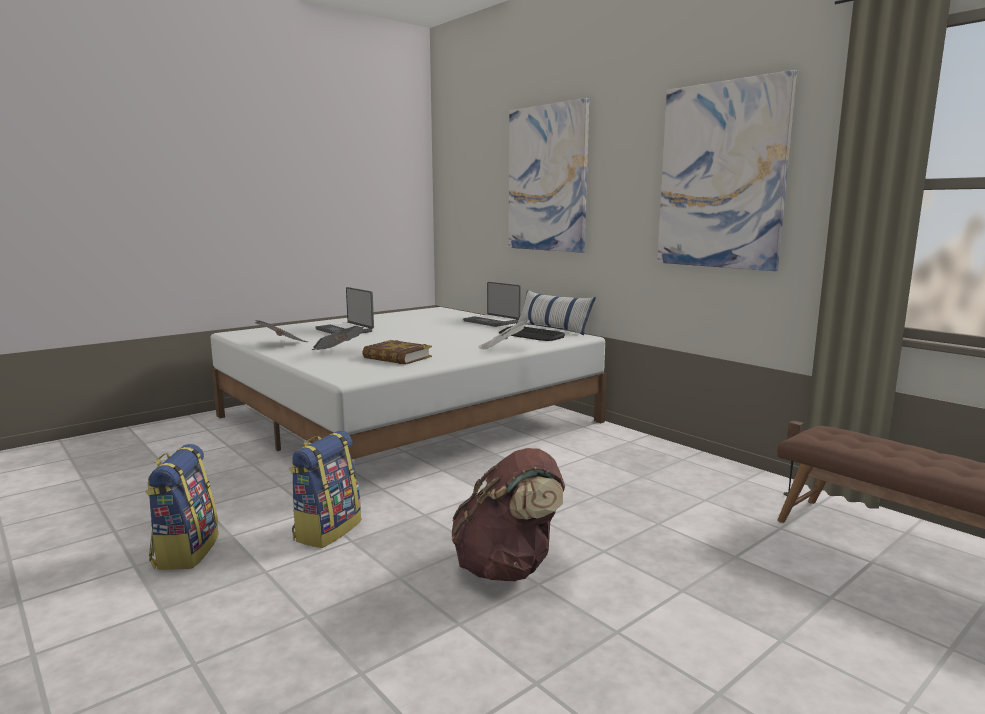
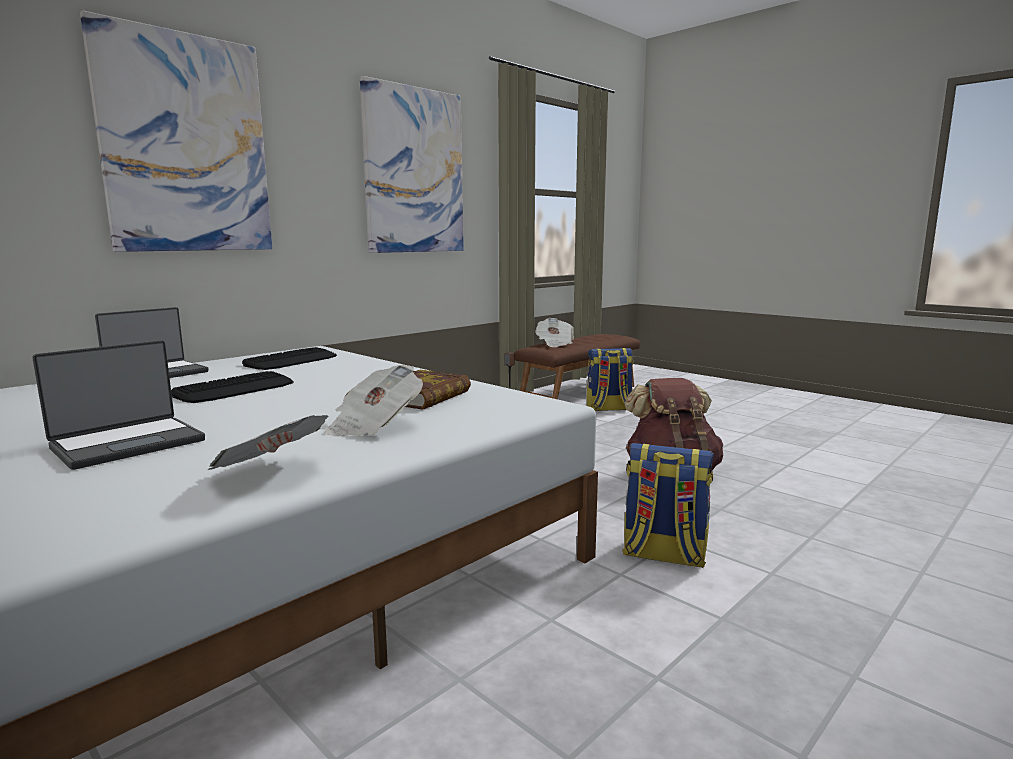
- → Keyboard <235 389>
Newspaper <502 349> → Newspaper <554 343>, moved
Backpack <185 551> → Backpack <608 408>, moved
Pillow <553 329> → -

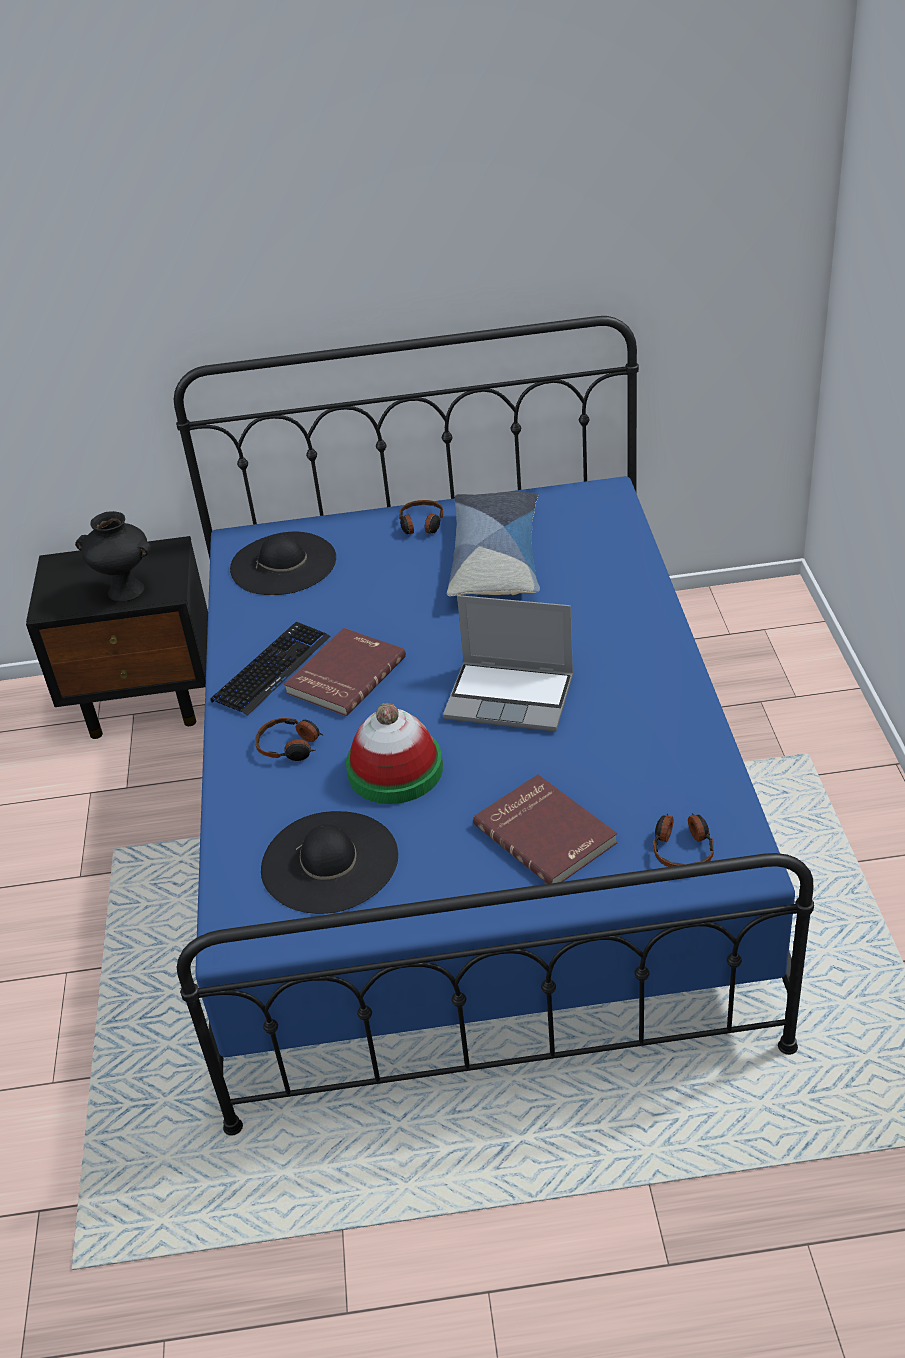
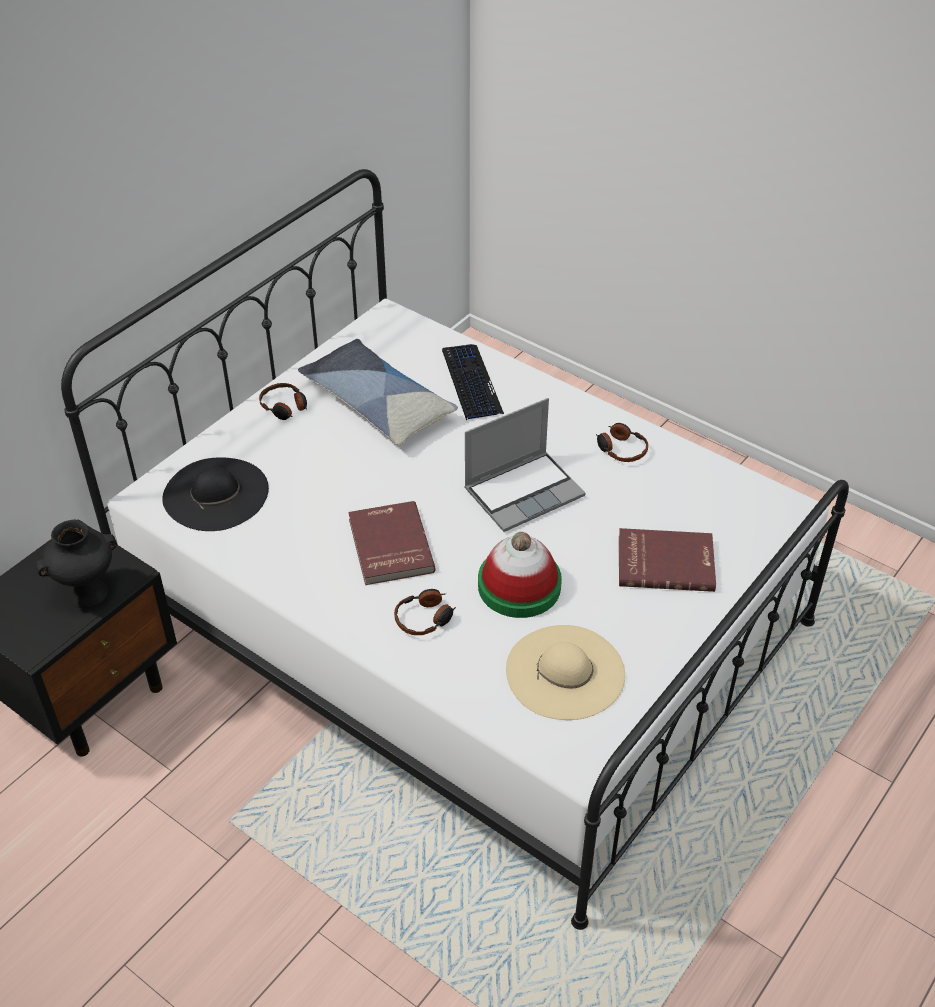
BlueBed <467 822> → WhiteBed <467 619>
Keyboard <272 669> → Keyboard <471 382>, moved
BlackHat <330 862> → BeigeHat <565 672>
Headphones <682 848> → Headphones <621 449>, moved

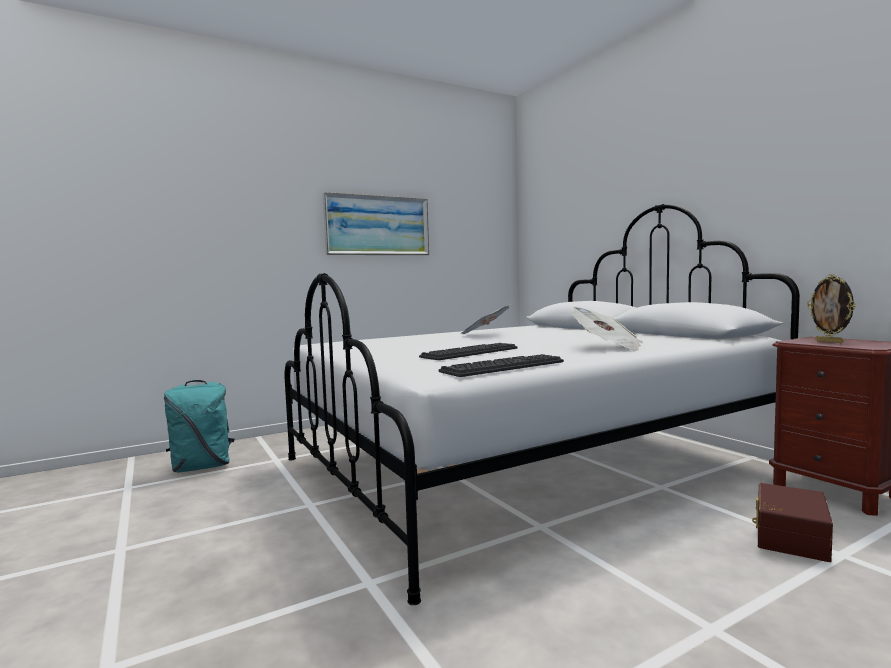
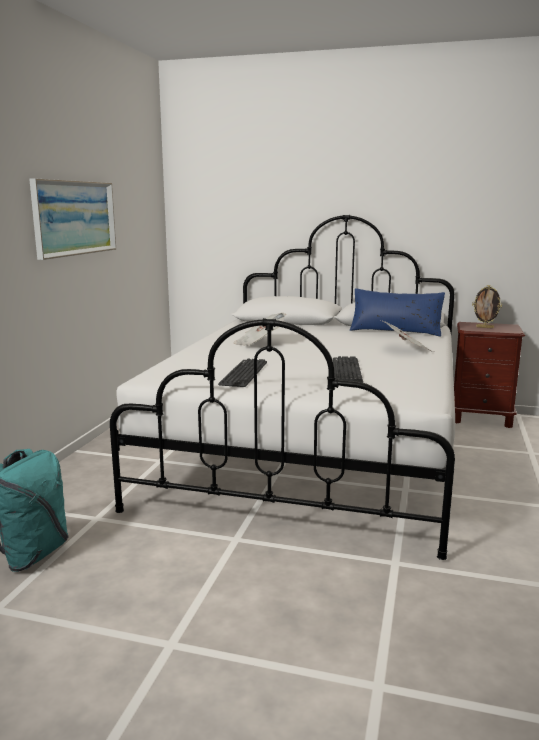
Keyboard <503 367> → Keyboard <244 373>, moved
- → BluePillow <395 331>
BrownStorageBox <788 536> → -

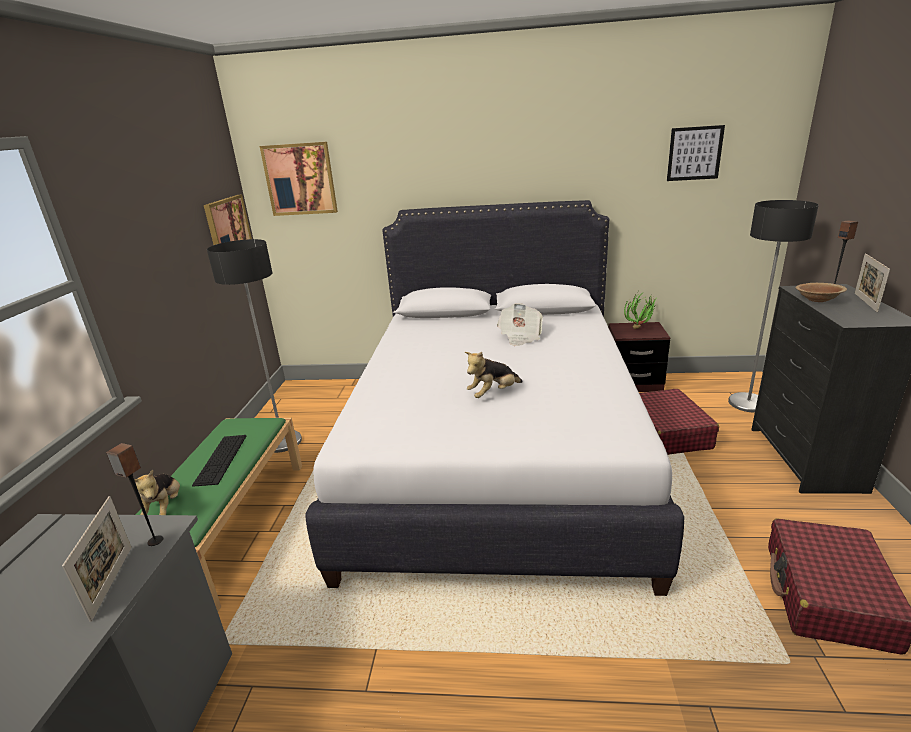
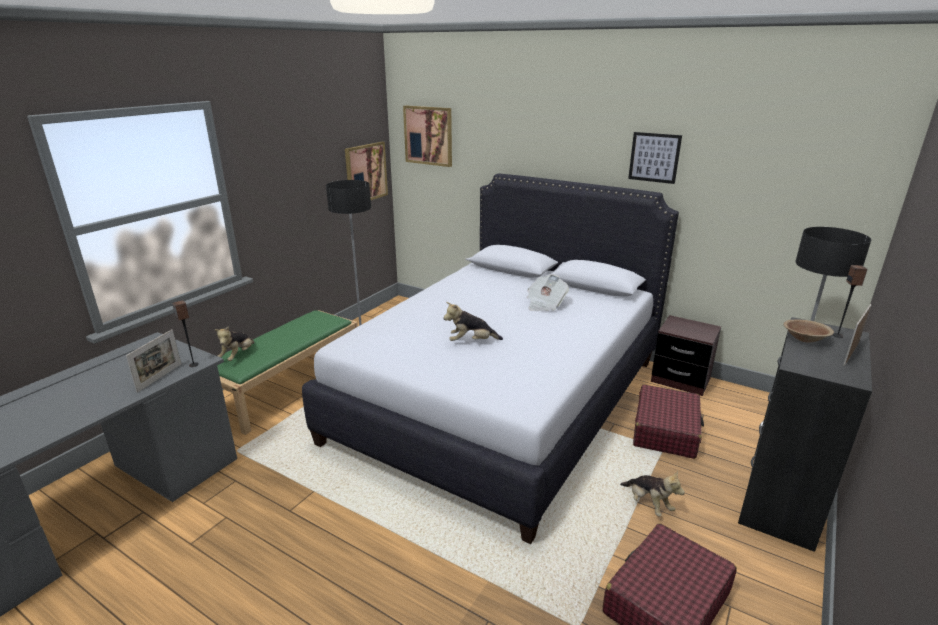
- → PlushToy <648 504>
Picture <694 153> → Picture <654 157>, moved
Keyboard <221 459> → -
PottedPlant <640 329> → -

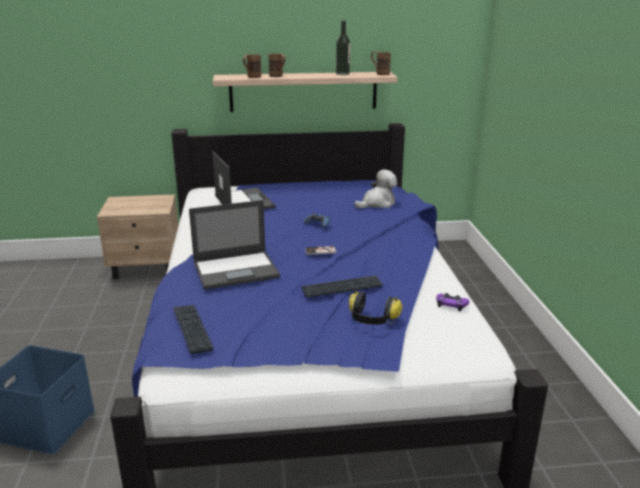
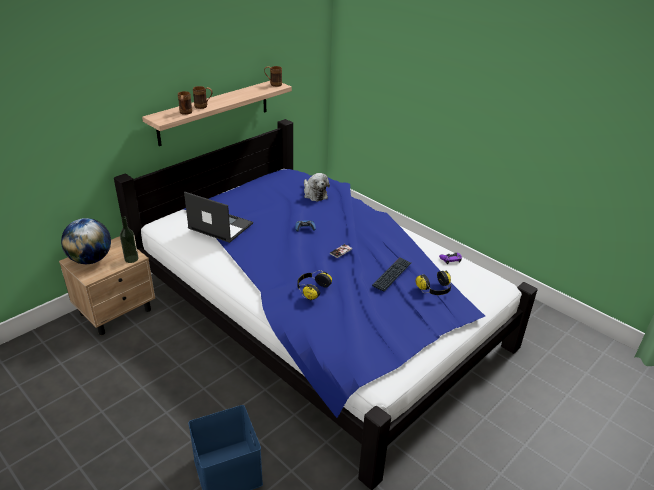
- → Globe <91 260>
Bottle <342 74> → Bottle <131 259>, moved
Laptop <237 270> → Headphones <312 290>
PlushToy <377 203> → PlushToy <314 194>, 135 degrees clockwise
Keyboard <192 329> → -

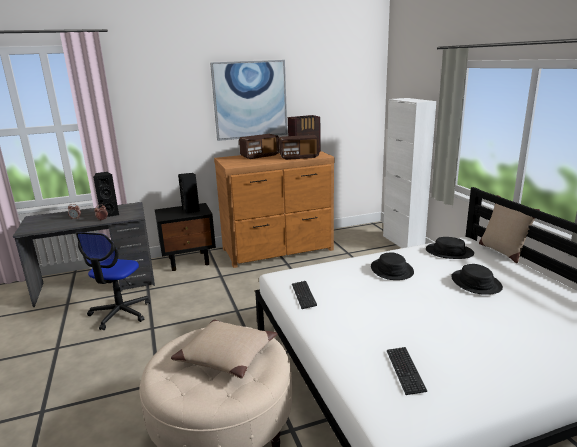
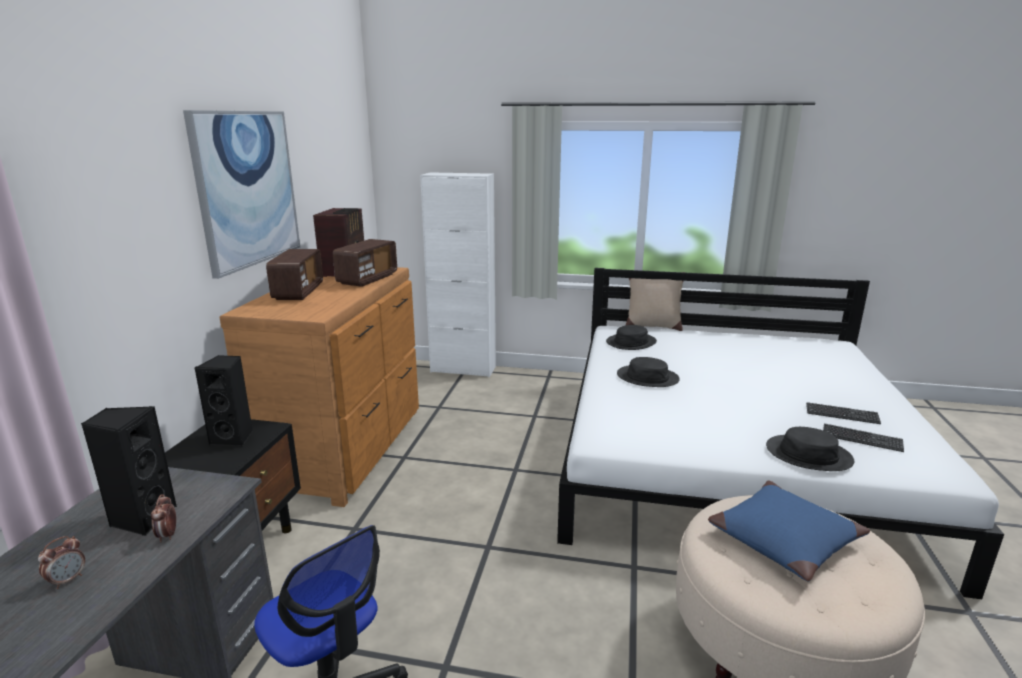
BeigePillow <227 355> → BluePillow <783 539>
BlackHat <476 283> → BlackHat <808 454>, moved
Keyboard <303 295> → Keyboard <842 414>, moved

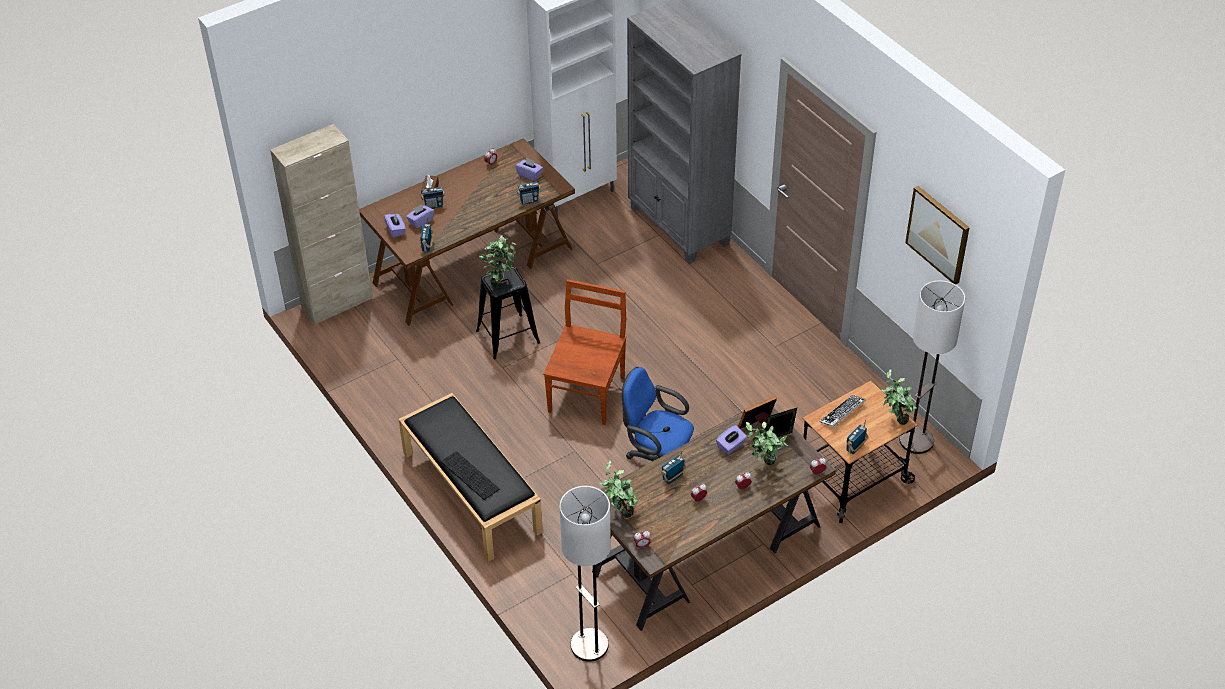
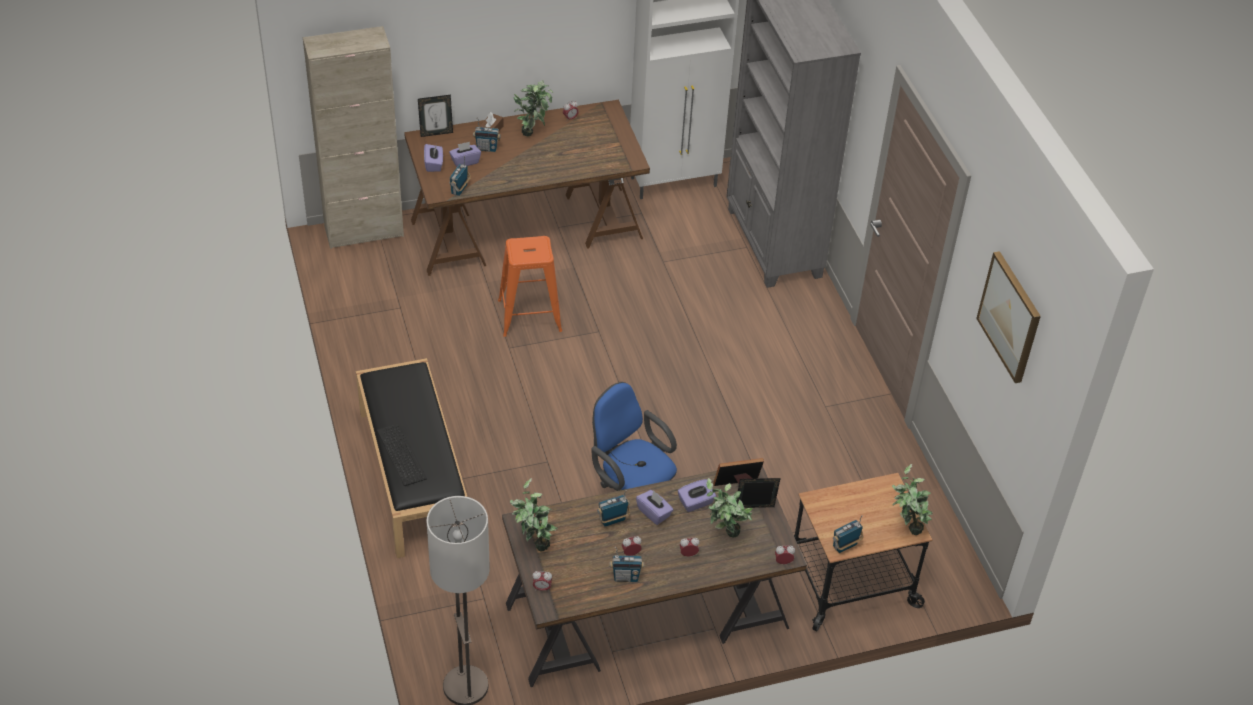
- → PictureFrame <436 133>
BlackStool <508 336> → OrangeStool <530 315>
PottedPlant <500 281> → PottedPlant <533 131>, moved
Radio <529 201> → Radio <626 577>, moved
PurpleTissueBox <529 174> → PurpleTissueBox <654 513>, moved
BrownChair <587 392> → -
Keyboard <842 413> → -
FloorLamp <916 441> → -

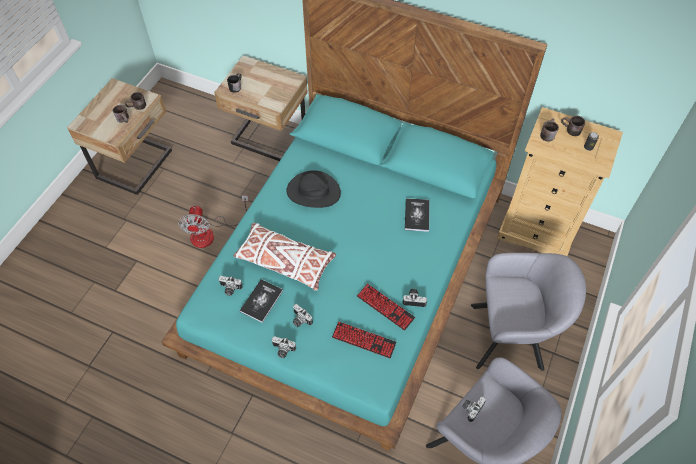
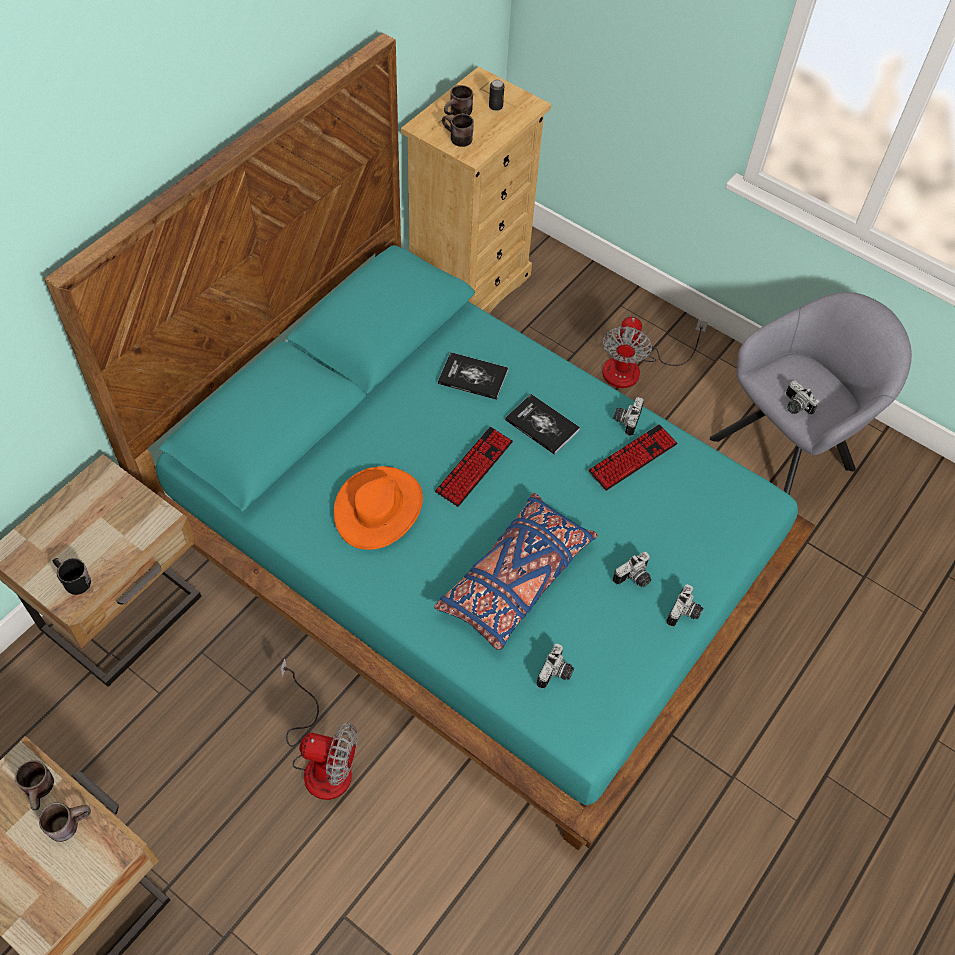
BlackHat <313 192> → OrangeHat <379 508>
WhitePillow <285 261> → BluePillow <515 579>
Keyboard <364 340> → Keyboard <474 467>, moved
Book <261 301> → Book <542 425>, moved
GreyArmchair <512 336> → Fan <634 369>

